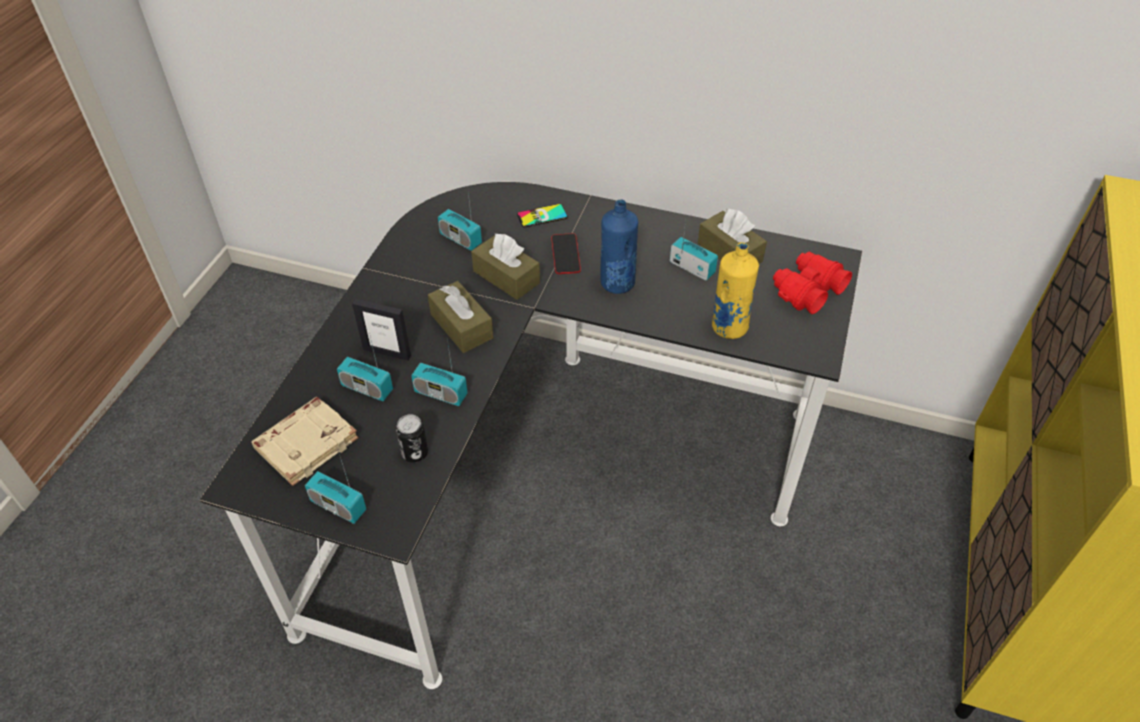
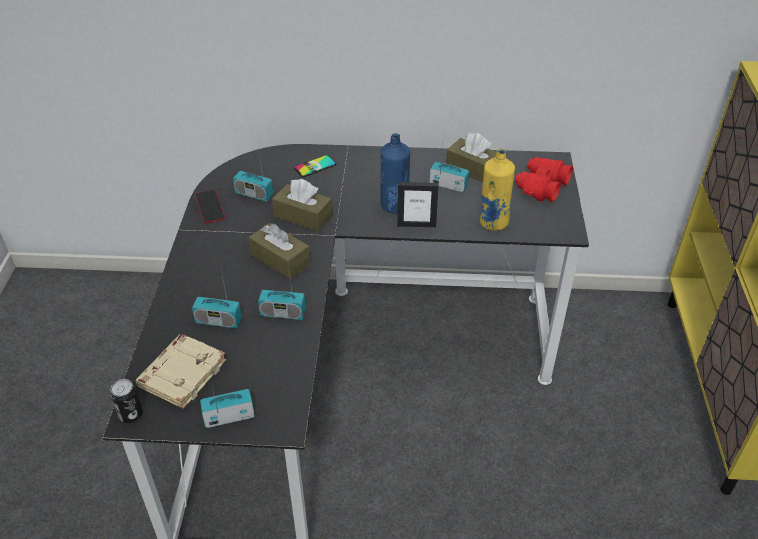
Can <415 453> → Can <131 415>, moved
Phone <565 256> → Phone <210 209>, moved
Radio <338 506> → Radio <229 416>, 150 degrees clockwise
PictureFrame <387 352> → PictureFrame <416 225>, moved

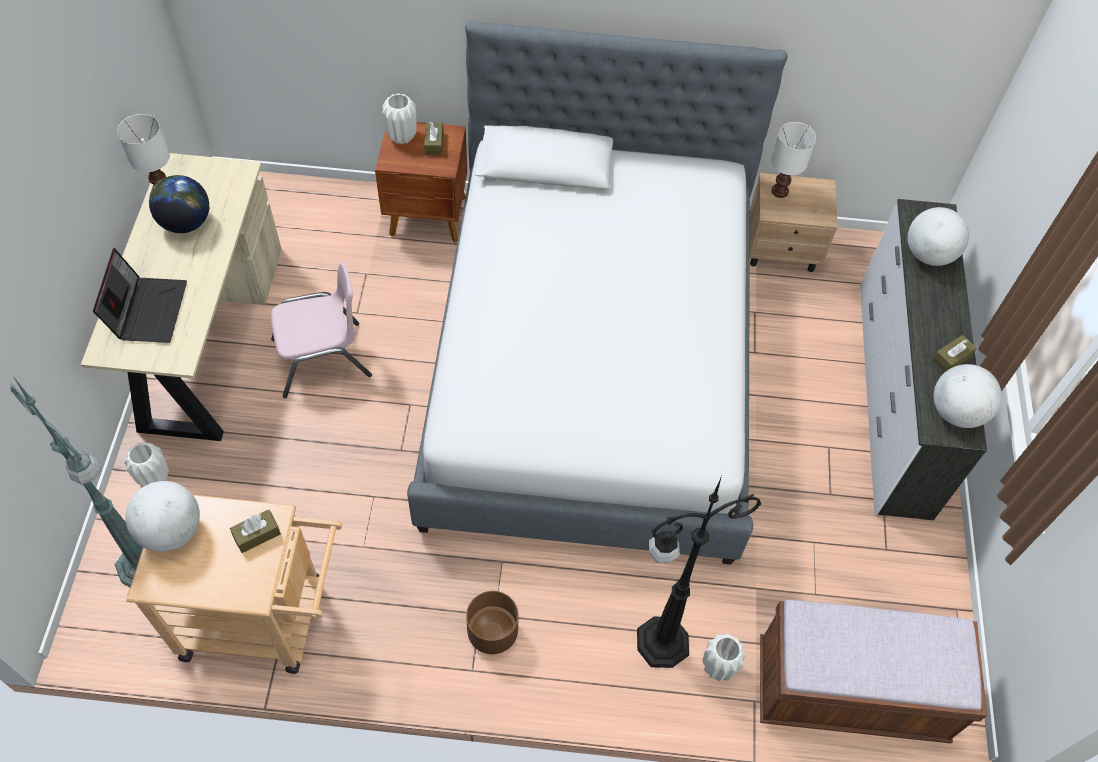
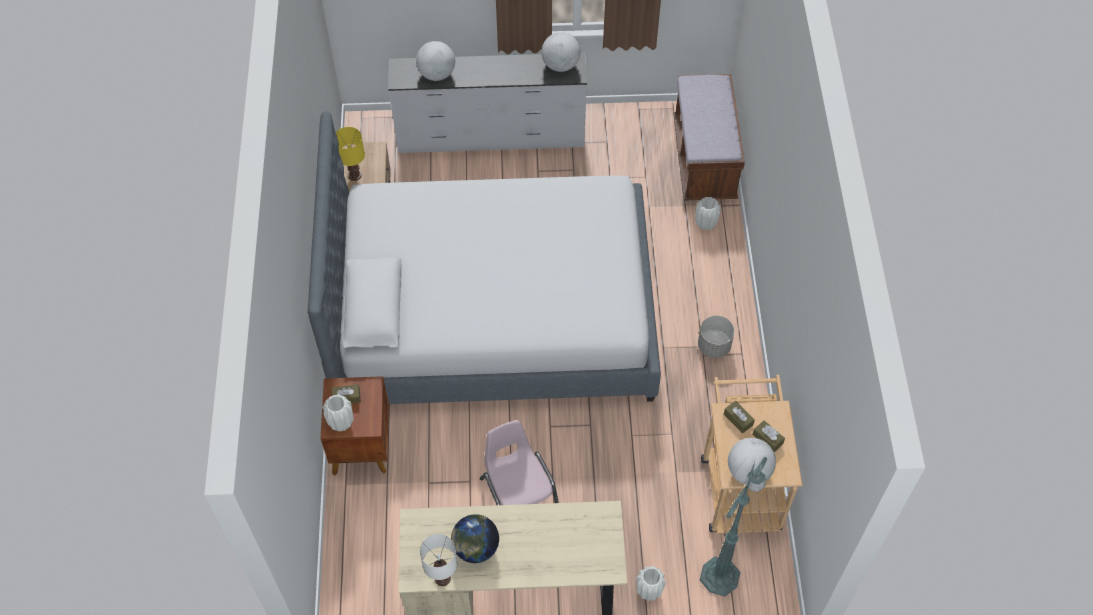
WhiteTableLamp <779 190> → YellowTableLamp <354 175>
BrownPlanter <492 632> → GreyPlanter <714 346>
BrownTissueBox <951 358> → BrownTissueBox <767 439>, moved
Laptop <148 309> → -
BlackFloorLamp <659 643> → -

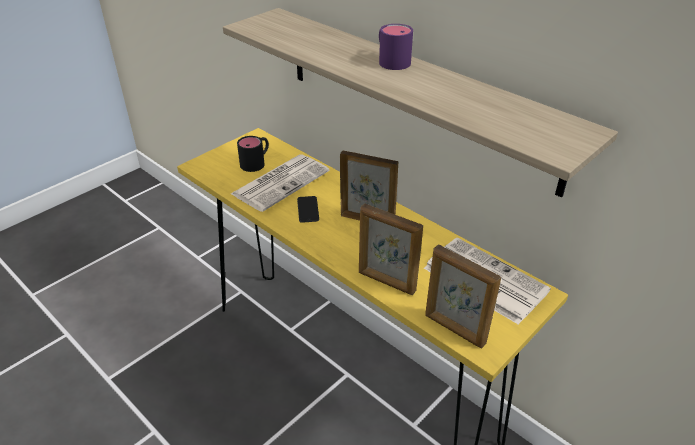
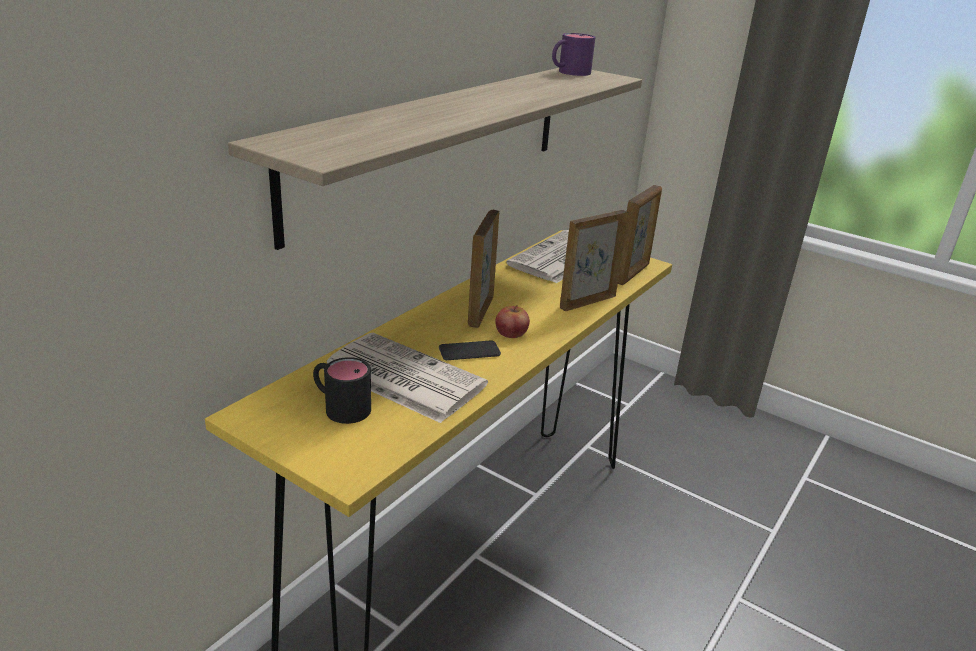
- → Apple <511 332>
PurpleMug <391 60> → PurpleMug <568 72>, moved
PictureFrame <386 282> → PictureFrame <587 302>, 150 degrees counterclockwise

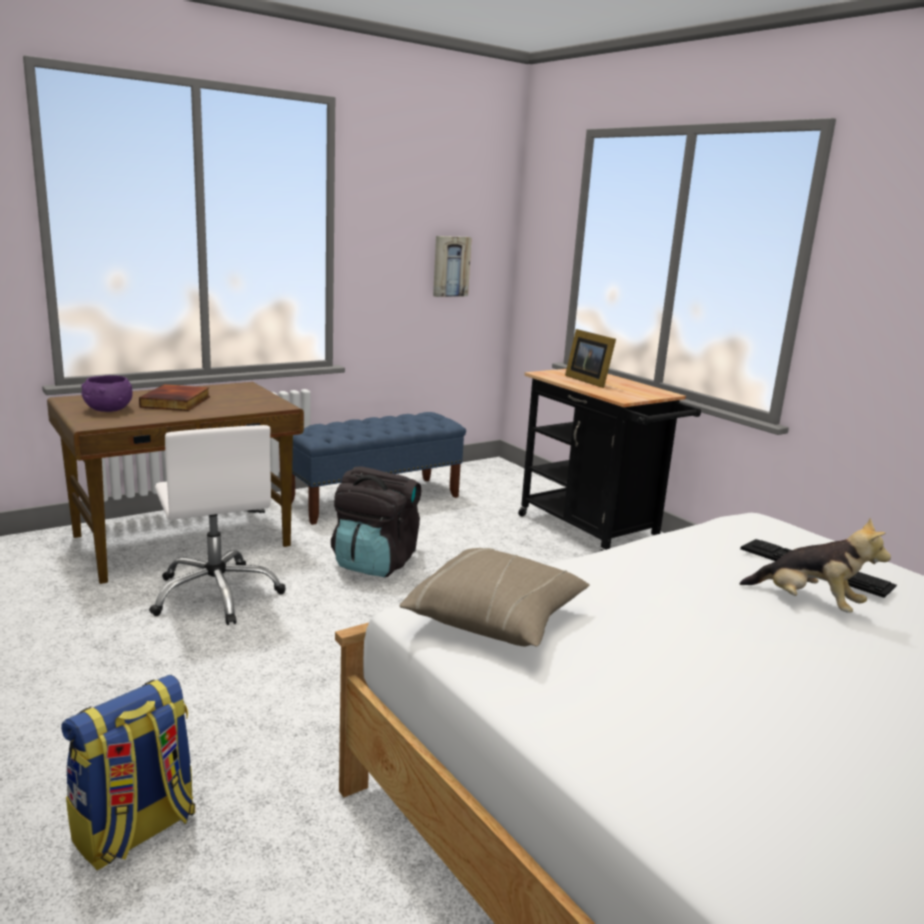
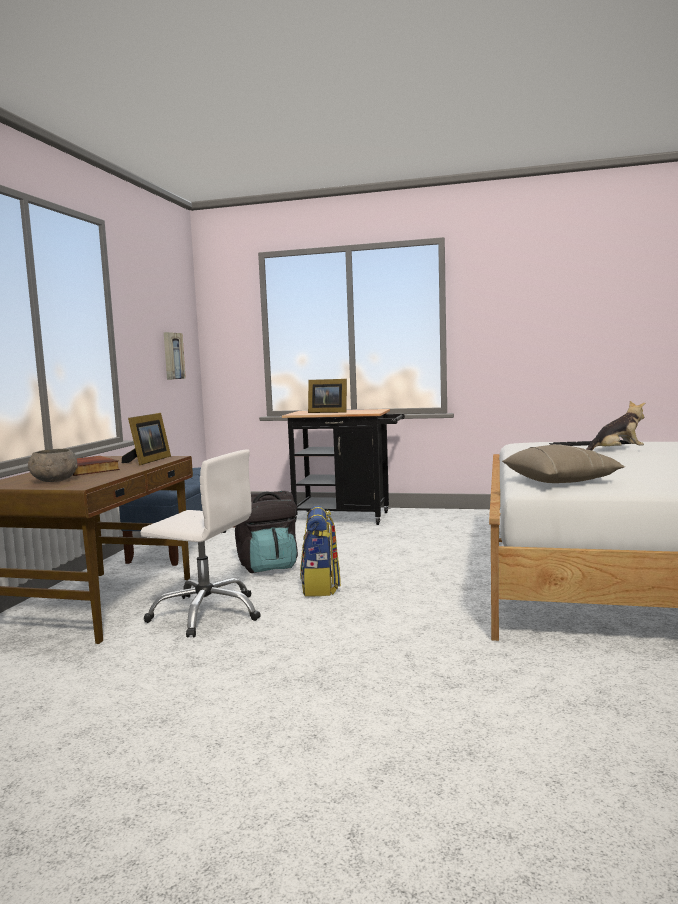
PurpleBowl <108 409> → GreyBowl <54 481>
- → PictureFrame <148 461>
Backpack <135 831> → Backpack <321 587>, moved

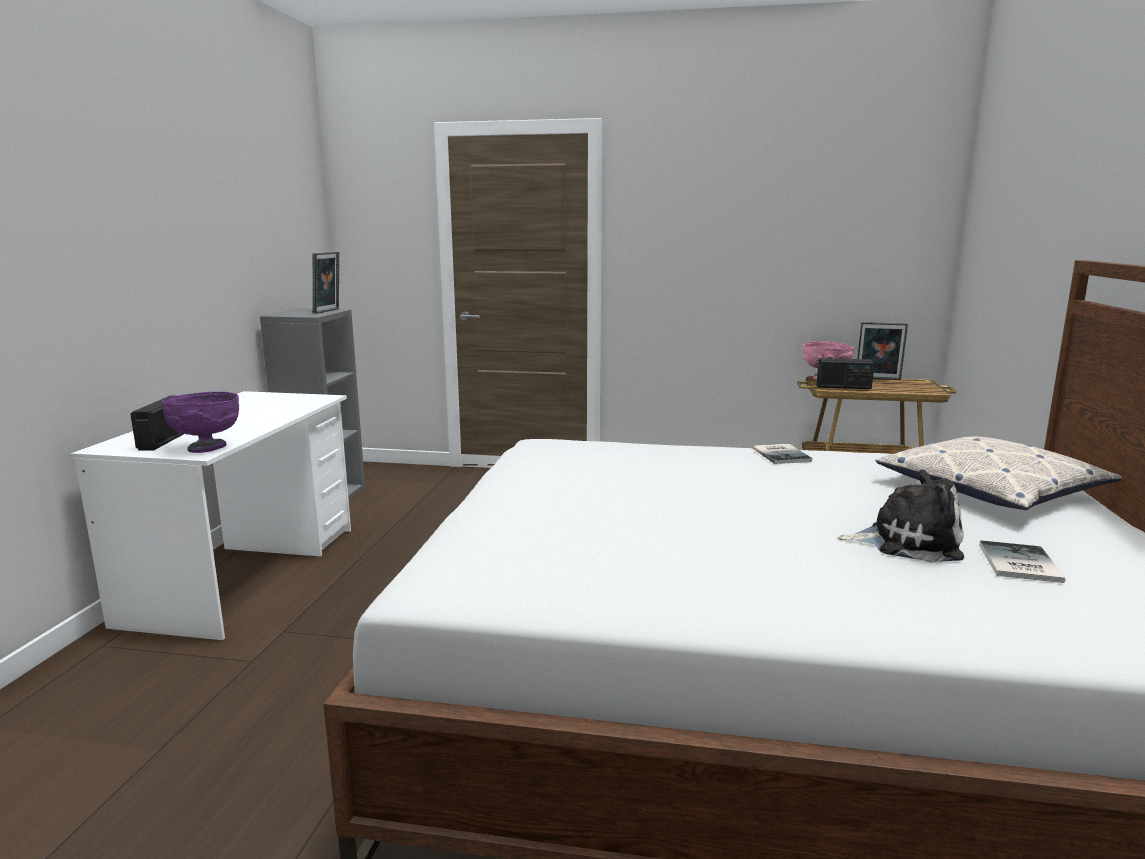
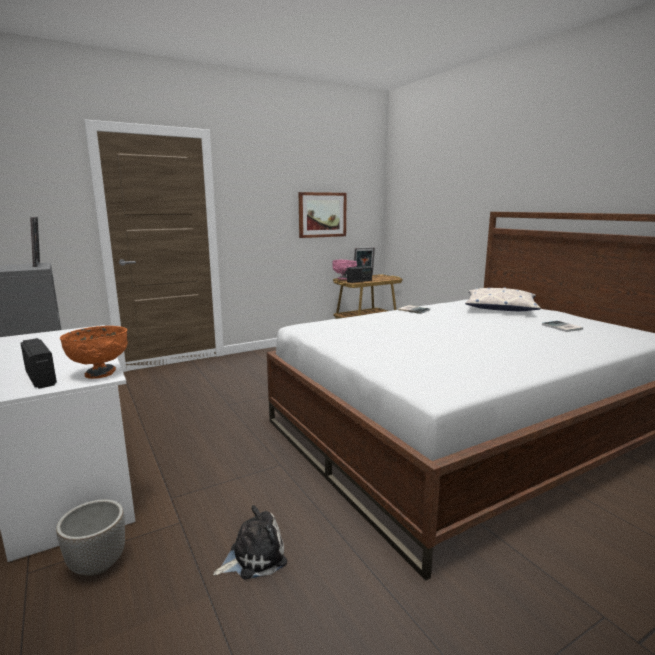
- → Planter <98 564>
PurpleBowl <207 448> → OrangeBowl <100 373>
PlushToy <907 542> → PlushToy <254 556>, moved
- → Picture <322 215>

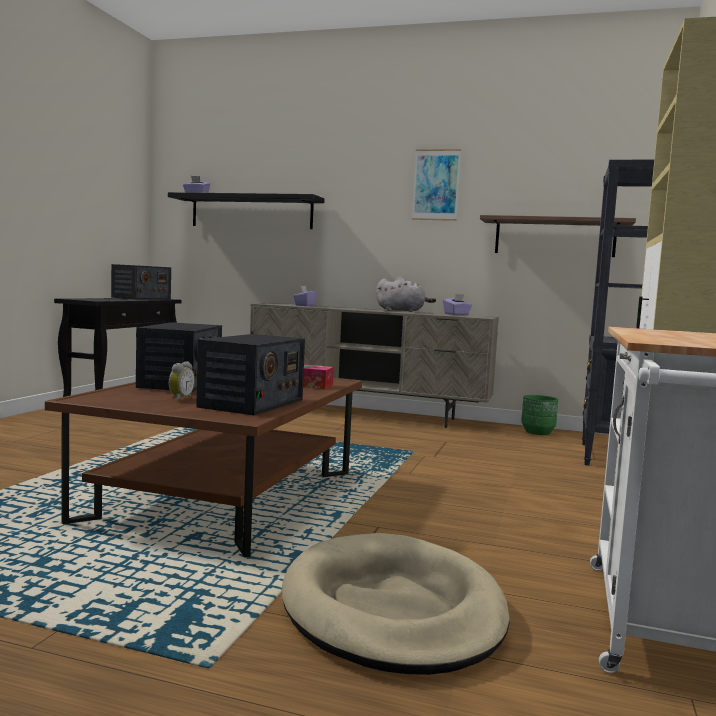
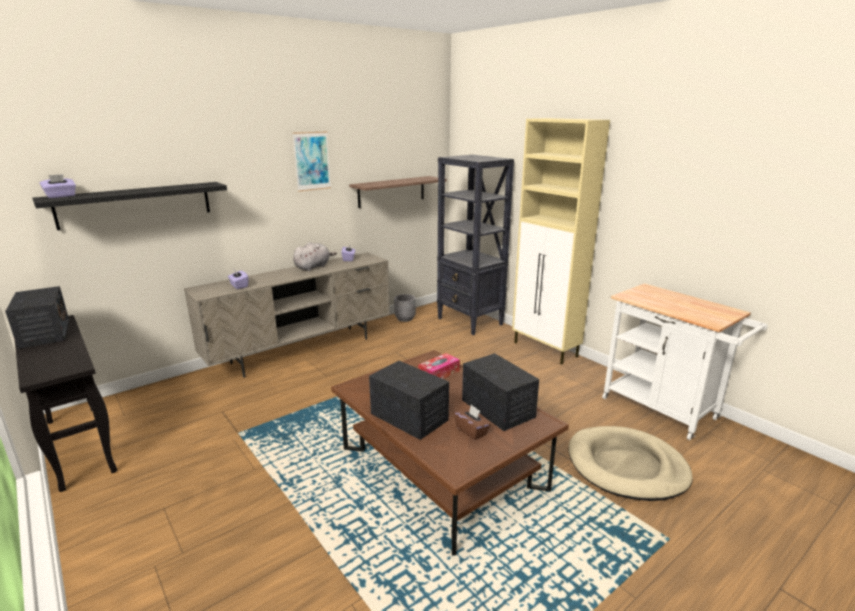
GreenPlanter <538 432> → GreyPlanter <405 318>
AlarmClock <179 399> → BrownTissueBox <472 431>

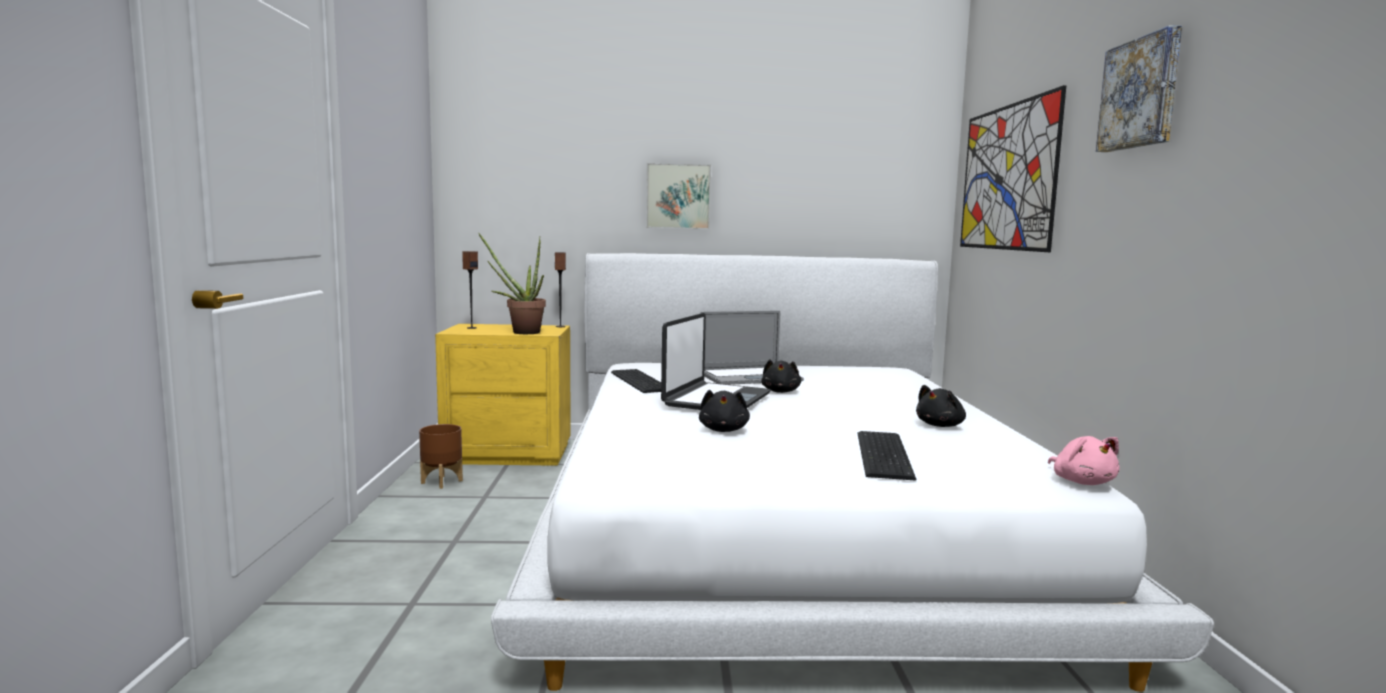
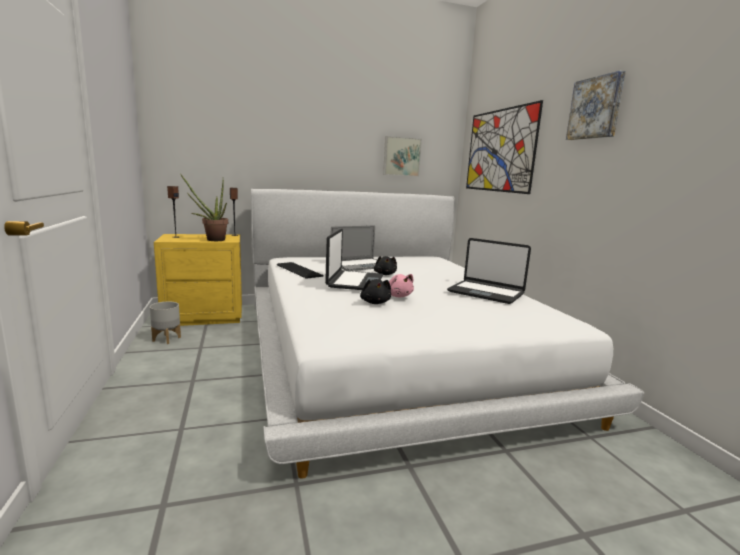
BrownPlanter <442 481> → GreyPlanter <167 339>
Picture <678 196> → Picture <401 156>, moved
PinkPlushToy <1082 482> → PinkPlushToy <398 296>, moved
BlackPlushToy <941 425> → Laptop <486 293>
Keyboard <886 454> → -

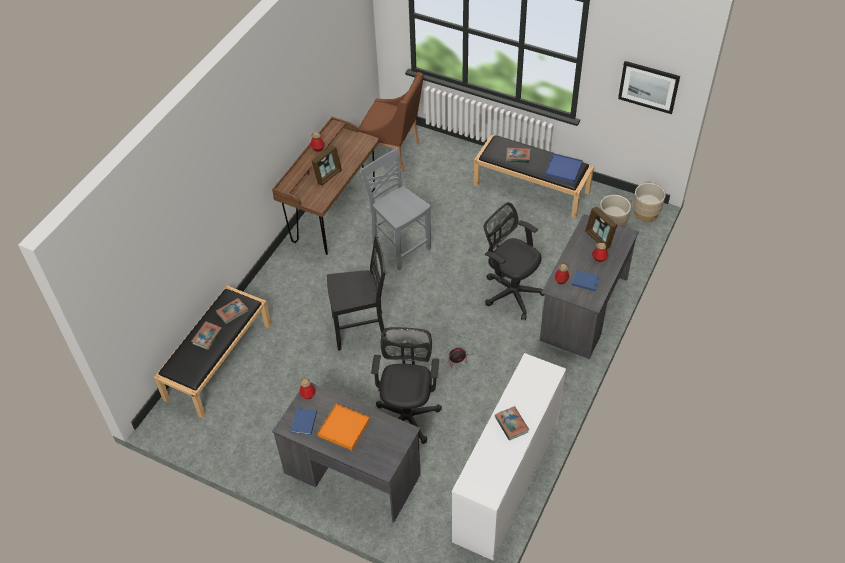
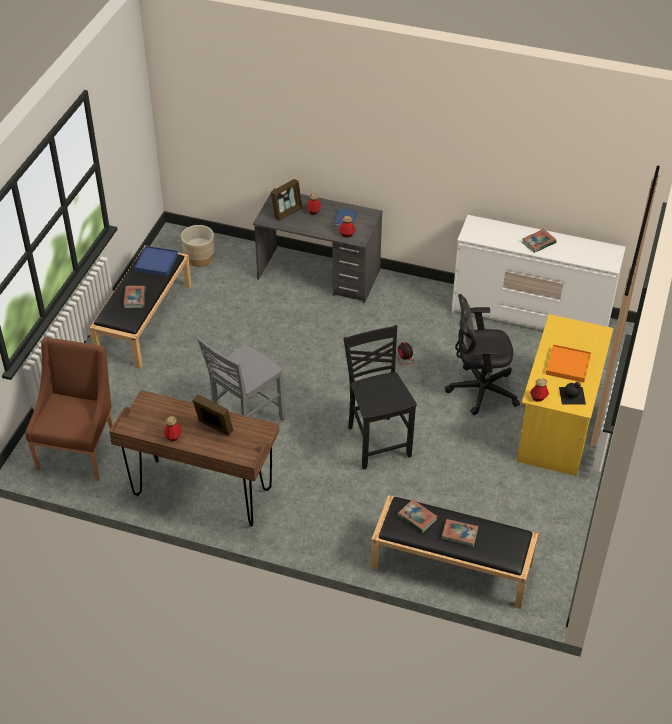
GreyDesk <352 473> → YellowDesk <558 423>
BlueBook <303 423> → BlackBottle <572 395>
BlackOfficeChair <511 292> → -
Picture <648 86> → -
BeigePlanter <646 213> → -

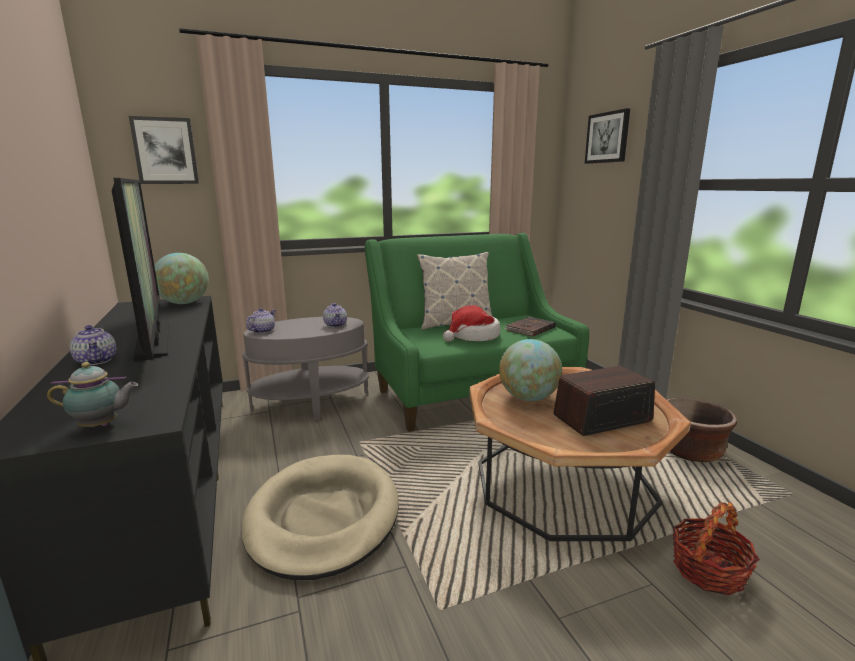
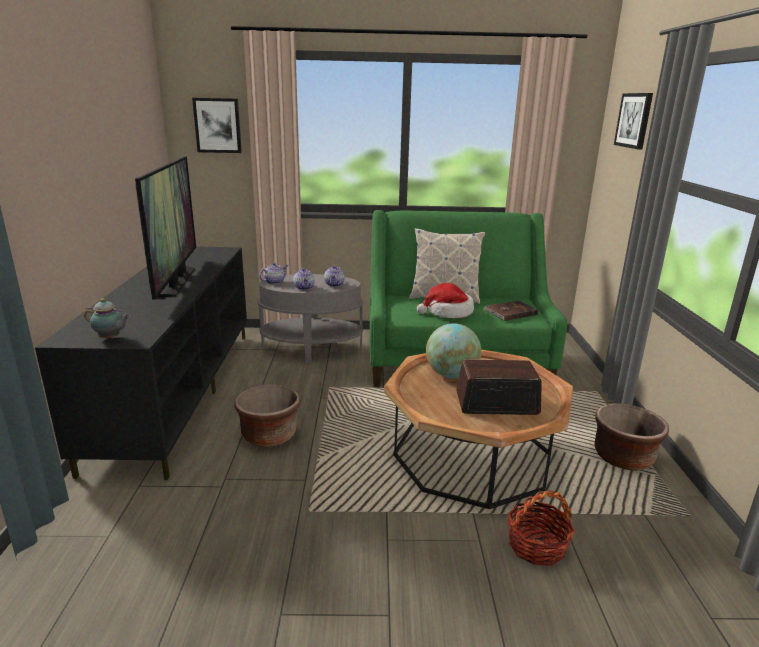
BeigeDogBed <323 518> → BrownPlanter <269 435>
Teapot <97 361> → Teapot <304 288>, moved
Globe <184 303> → -

